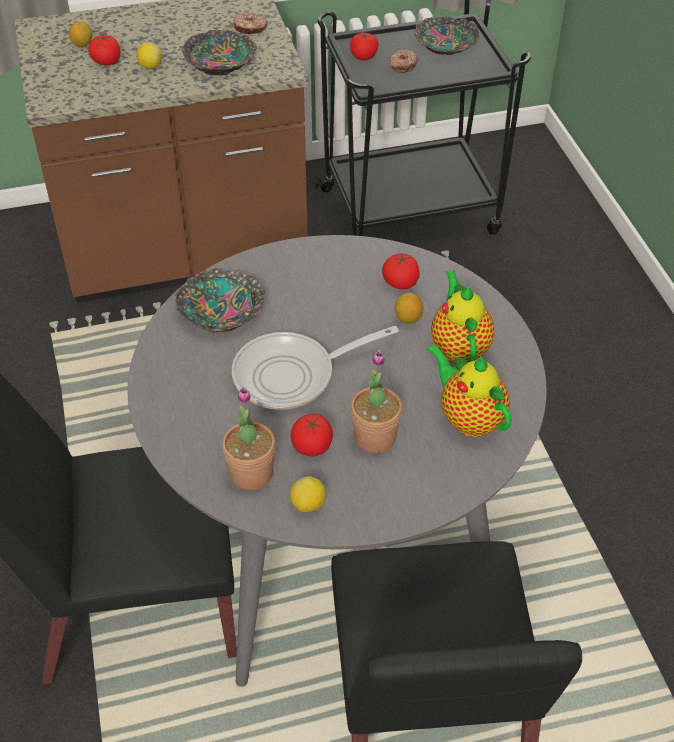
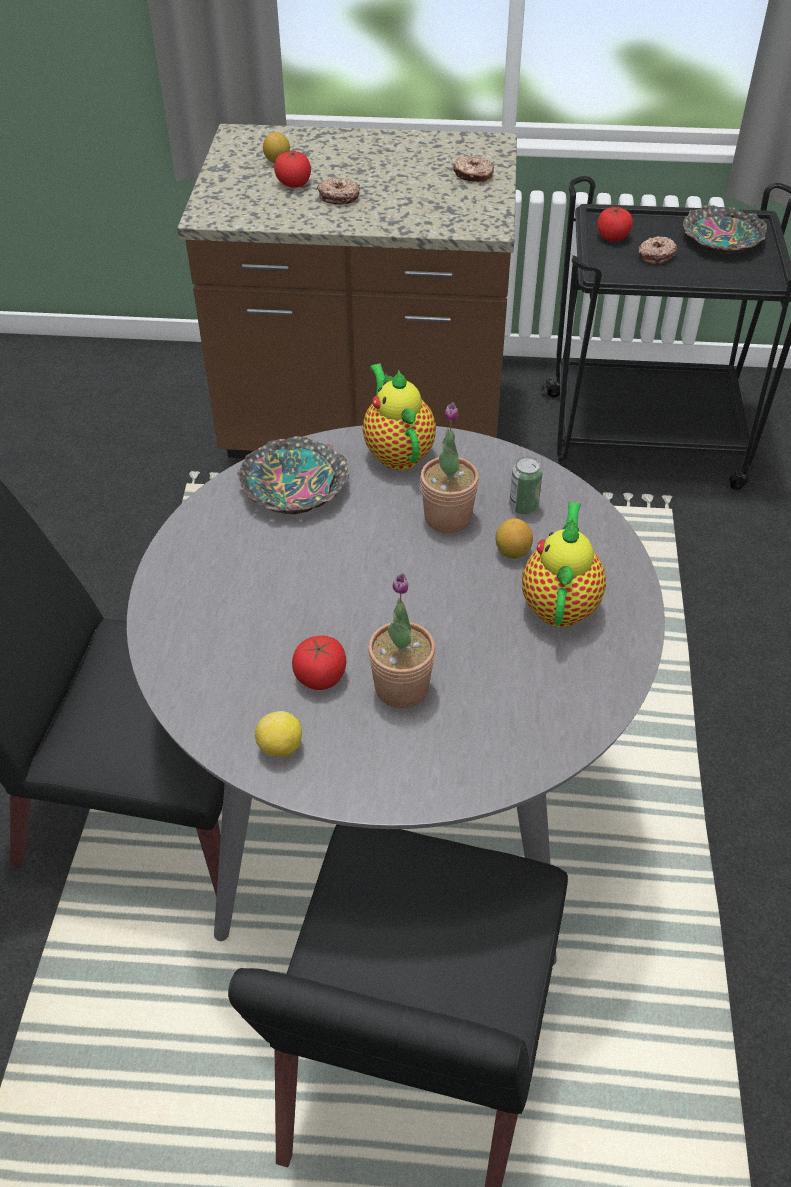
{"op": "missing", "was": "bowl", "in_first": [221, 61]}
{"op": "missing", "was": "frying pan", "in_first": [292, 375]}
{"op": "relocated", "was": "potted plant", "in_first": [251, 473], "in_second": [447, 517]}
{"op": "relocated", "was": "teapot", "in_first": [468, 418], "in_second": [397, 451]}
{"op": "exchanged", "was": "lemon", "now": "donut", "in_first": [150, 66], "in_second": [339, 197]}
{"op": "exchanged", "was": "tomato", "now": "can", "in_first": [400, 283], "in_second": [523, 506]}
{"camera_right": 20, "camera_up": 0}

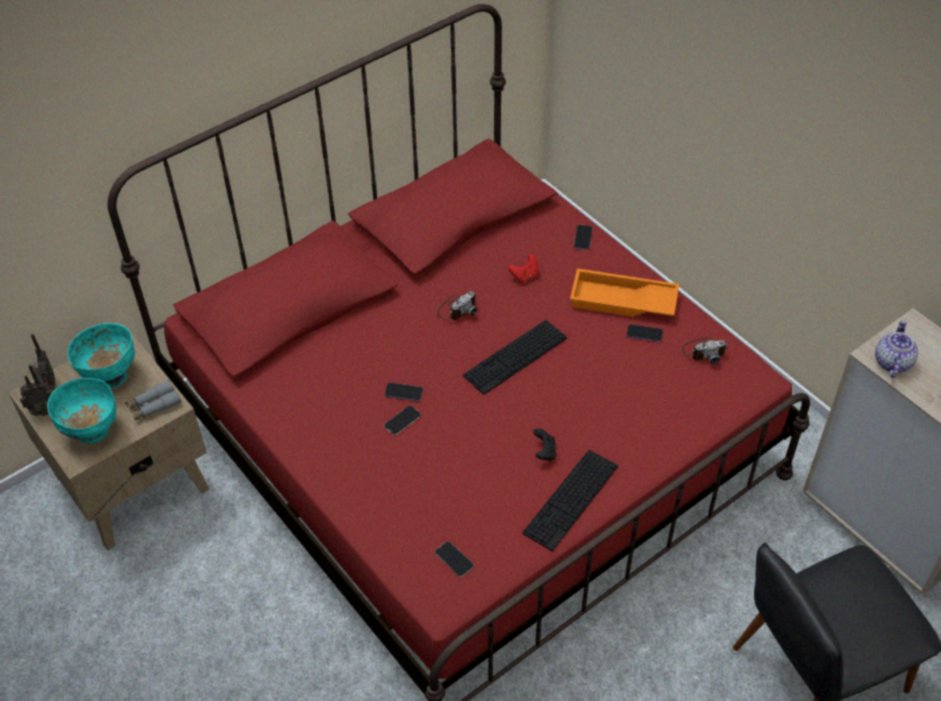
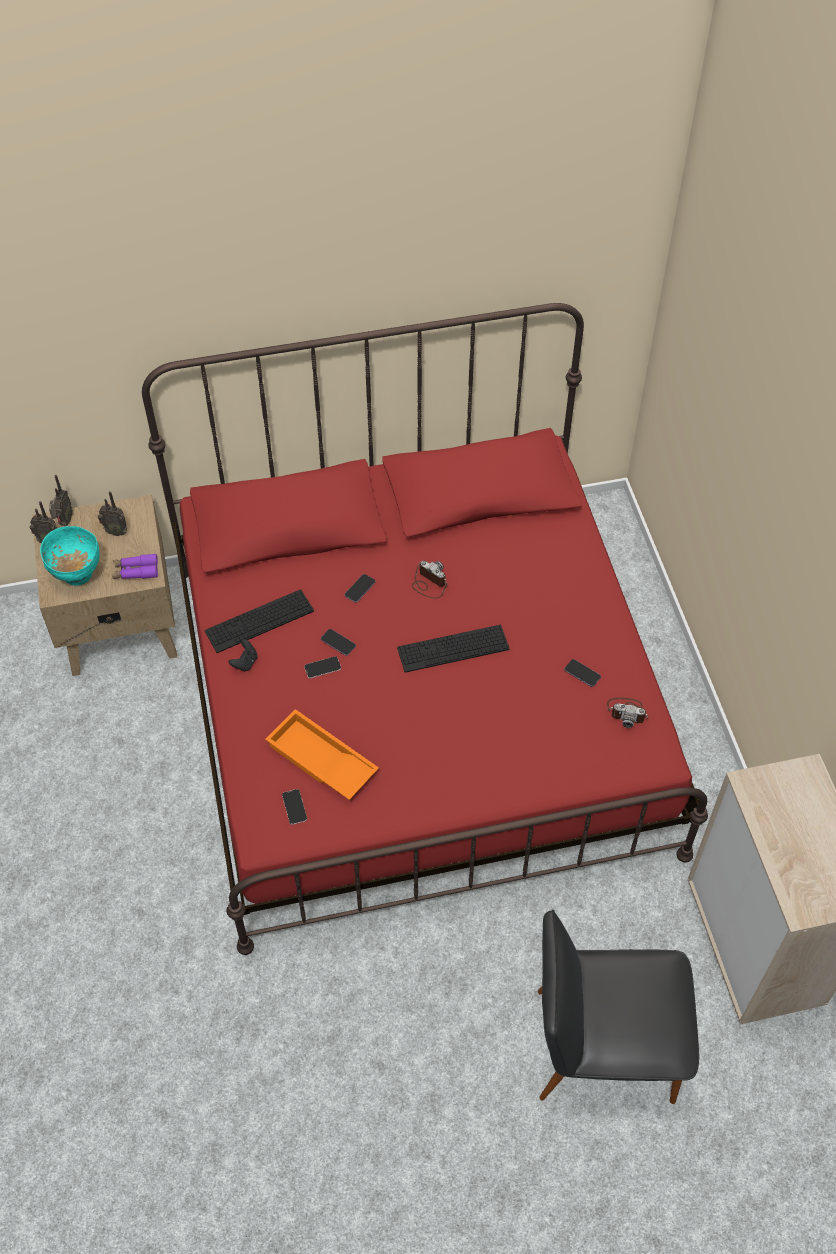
{"op": "missing", "was": "game controller/red", "in_first": [525, 276]}
{"op": "missing", "was": "teapot", "in_first": [892, 362]}
{"op": "relocated", "was": "keyboard", "in_first": [571, 499], "in_second": [259, 621]}
{"op": "relocated", "was": "game controller/black", "in_first": [544, 452], "in_second": [245, 662]}
{"op": "relocated", "was": "tray/orange", "in_first": [622, 302], "in_second": [320, 761]}
{"op": "relocated", "was": "phone", "in_first": [583, 238], "in_second": [360, 589]}
{"op": "exchanged", "was": "bowl/turquoise", "now": "radio", "in_first": [111, 376], "in_second": [116, 531]}
{"op": "colour", "was": "binoculars/grey", "now": "binoculars/purple", "in_first": [154, 405], "in_second": [135, 571]}
{"op": "spun", "was": "photo camera", "in_first": [457, 309], "in_second": [429, 583], "clockwise": -120}
{"camera_right": 25, "camera_up": 5}

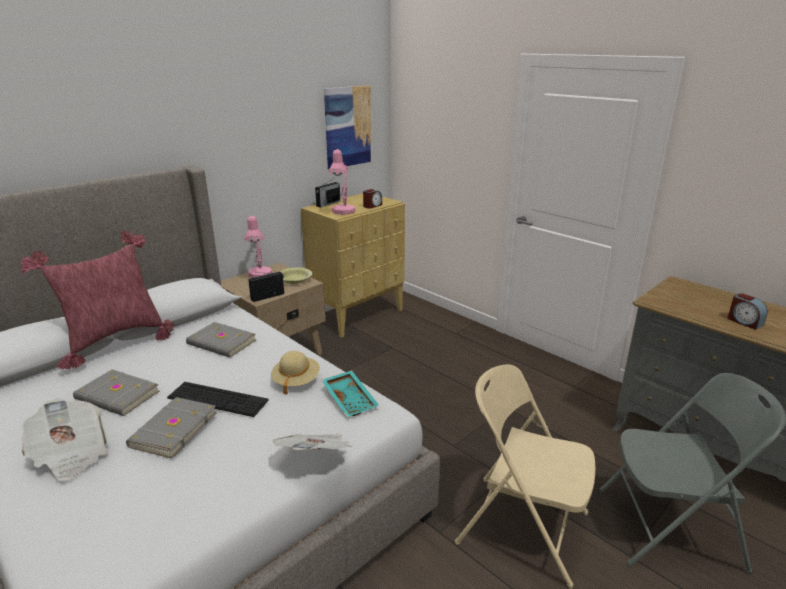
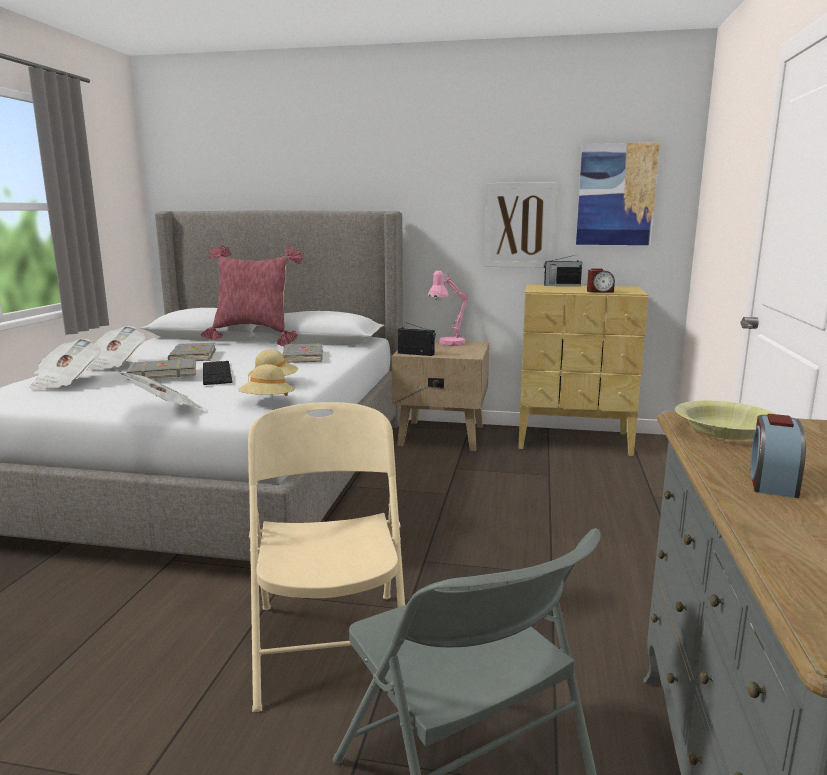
{"op": "missing", "was": "table lamp/pink", "in_first": [342, 212]}
{"op": "appeared", "now": "newspaper", "in_second": [66, 382]}
{"op": "appeared", "now": "picture", "in_second": [520, 225]}
{"op": "relocated", "was": "bowl/yellow", "in_first": [295, 280], "in_second": [725, 432]}
{"op": "exchanged", "was": "tray/turquoise", "now": "hat/beige", "in_first": [351, 399], "in_second": [267, 402]}
{"camera_right": 55, "camera_up": -10}

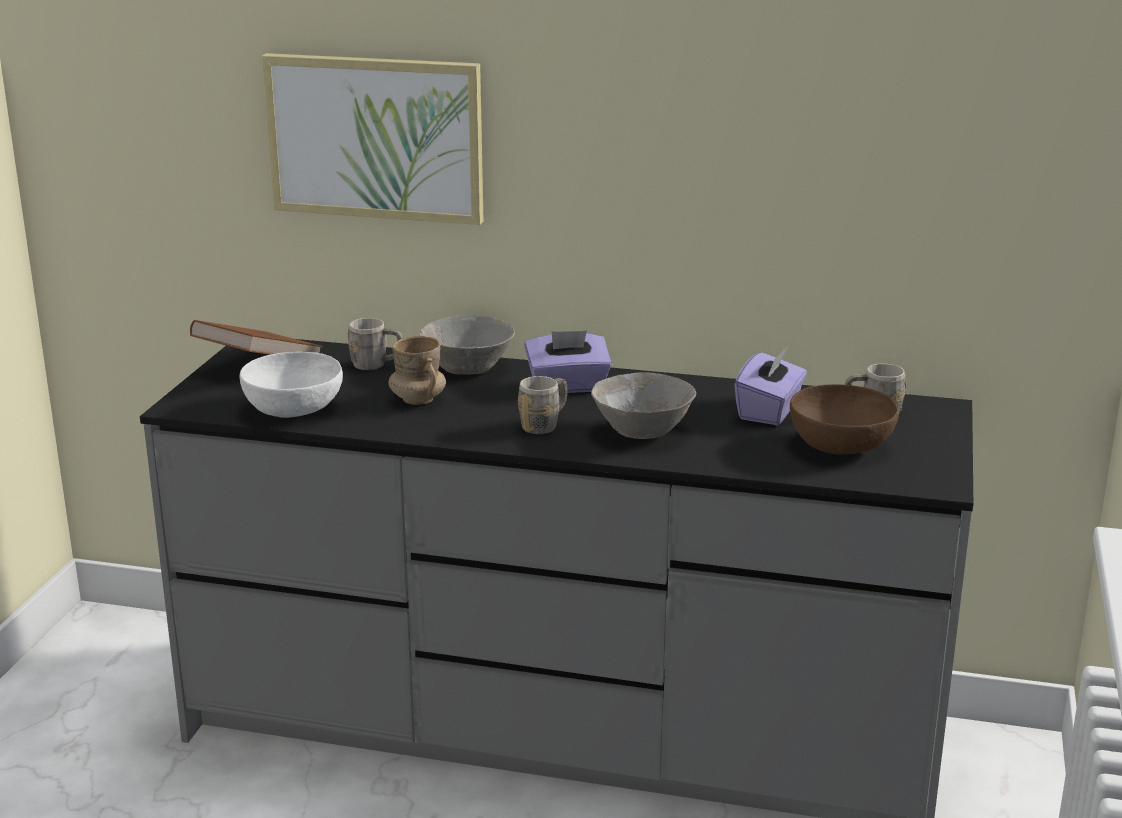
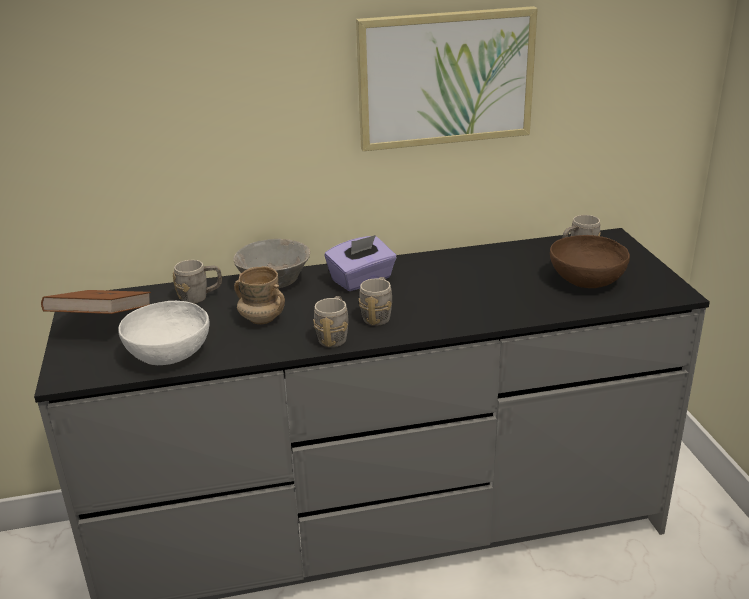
{"op": "missing", "was": "bowl/grey", "in_first": [641, 432]}
{"op": "missing", "was": "tissue box/purple", "in_first": [769, 411]}
{"op": "appeared", "now": "mug/grey", "in_second": [334, 336]}
{"op": "relocated", "was": "picture", "in_first": [375, 137], "in_second": [445, 78]}
{"camera_right": -25, "camera_up": 5}

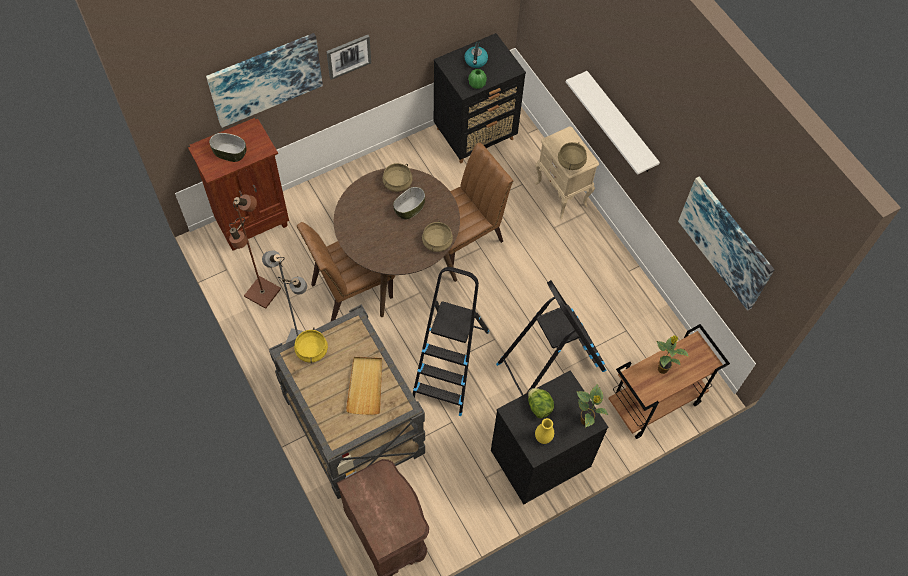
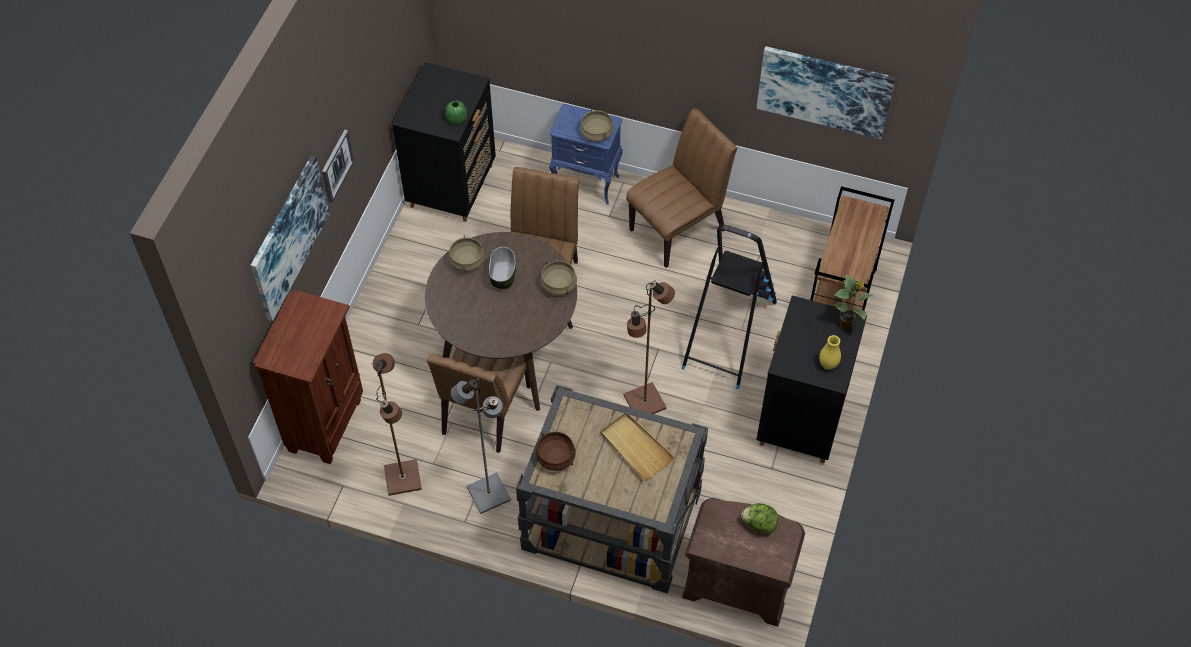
{"op": "missing", "was": "bowl", "in_first": [230, 153]}
{"op": "missing", "was": "kettle", "in_first": [476, 61]}
{"op": "missing", "was": "shelf/white", "in_first": [620, 124]}
{"op": "missing", "was": "potted plant", "in_first": [662, 368]}
{"op": "appeared", "now": "chair/brown", "in_second": [677, 231]}
{"op": "relocated", "was": "lettuce", "in_first": [539, 406], "in_second": [759, 524]}
{"op": "exchanged", "was": "step ladder/black", "now": "floor lamp/brown", "in_first": [450, 365], "in_second": [644, 402]}
{"op": "colour", "was": "cooking pot/yellow", "now": "cooking pot/brown", "in_first": [312, 350], "in_second": [556, 457]}
{"op": "colour", "was": "nightstand/beige", "now": "nightstand/blue", "in_first": [561, 195], "in_second": [586, 183]}
{"camera_right": -40, "camera_up": -5}

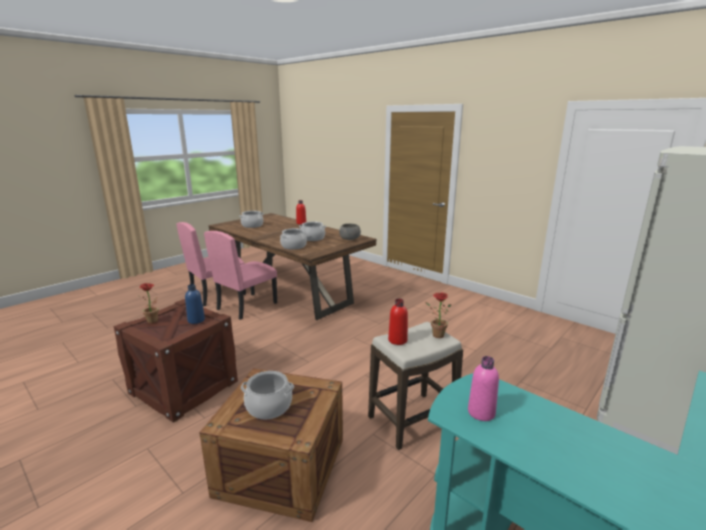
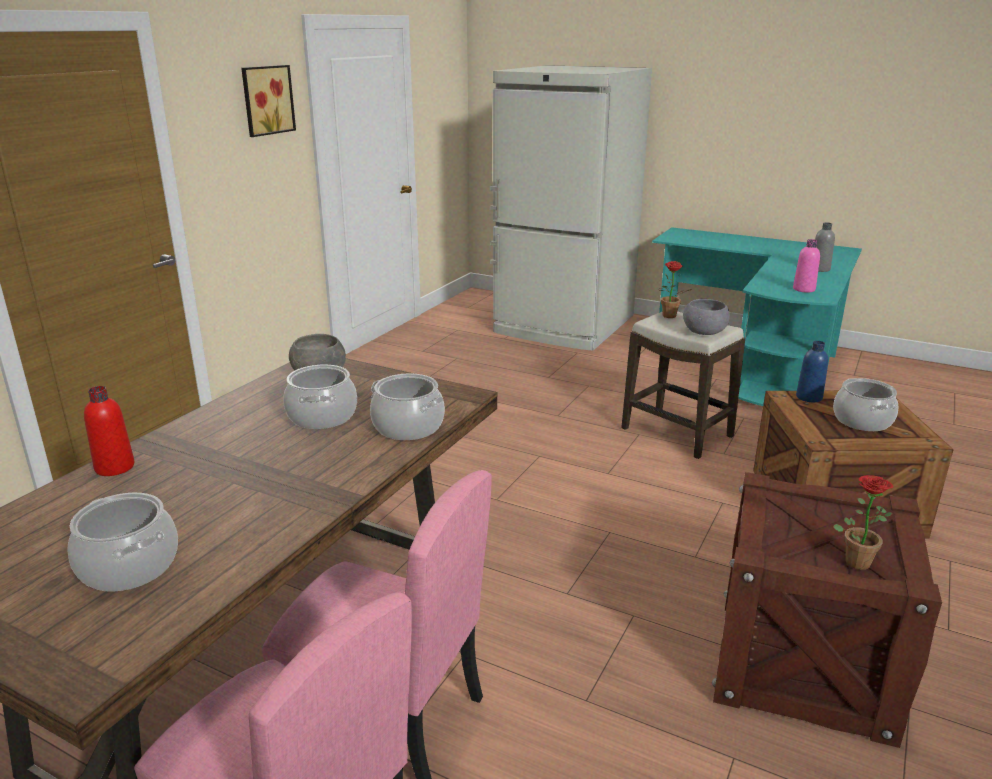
{"op": "appeared", "now": "picture", "in_second": [266, 100]}
{"op": "appeared", "now": "bottle/grey", "in_second": [819, 269]}
{"op": "relocated", "was": "bottle/blue", "in_first": [196, 320], "in_second": [809, 397]}
{"op": "exchanged", "was": "bottle/red", "now": "bowl/grey", "in_first": [397, 340], "in_second": [704, 332]}
{"camera_right": -105, "camera_up": 5}

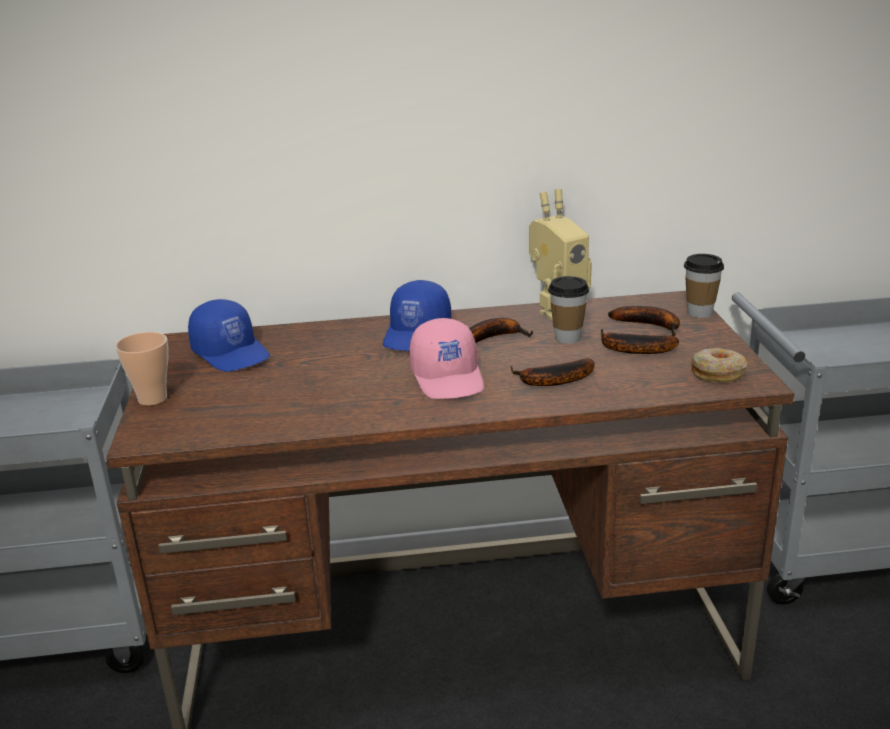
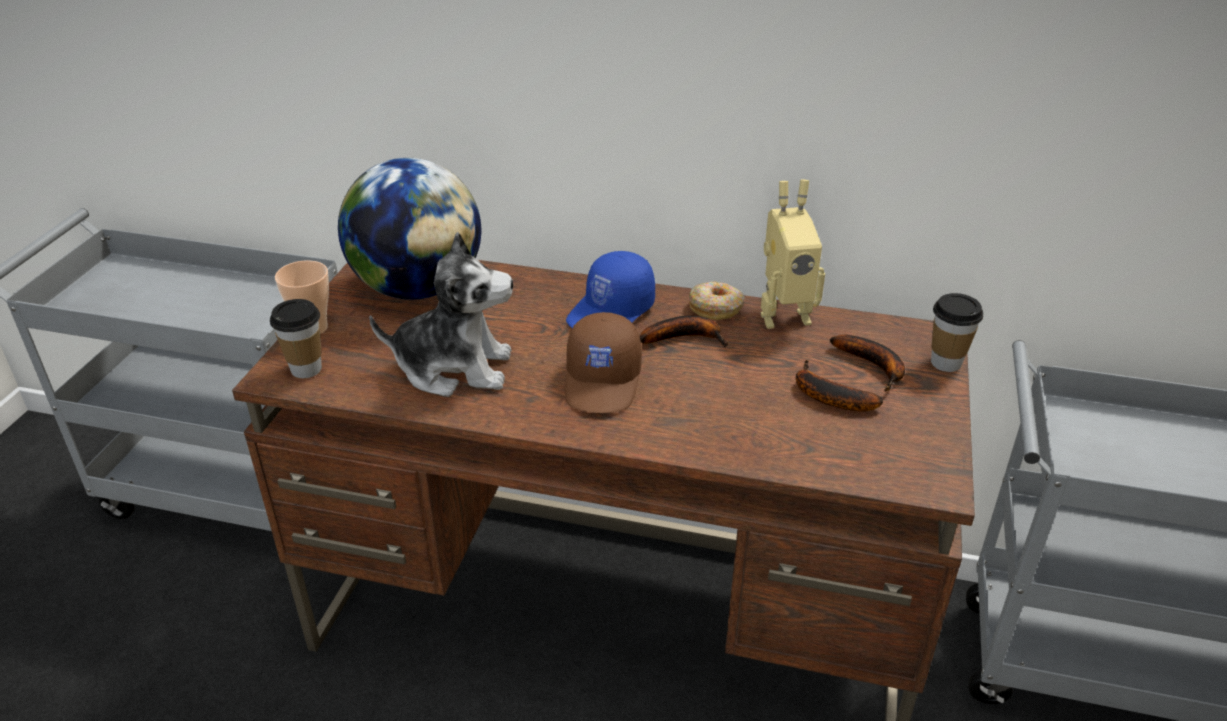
{"op": "missing", "was": "banana", "in_first": [552, 381]}
{"op": "appeared", "now": "plush toy", "in_second": [454, 368]}
{"op": "relocated", "was": "cup", "in_first": [567, 338], "in_second": [306, 369]}
{"op": "relocated", "was": "donut", "in_first": [718, 373], "in_second": [716, 308]}
{"op": "exchanged", "was": "cap/blue", "now": "globe", "in_first": [232, 353], "in_second": [418, 288]}
{"op": "colour", "was": "cap/pink", "now": "cap/brown", "in_first": [449, 378], "in_second": [604, 381]}
{"camera_right": 20, "camera_up": 10}

